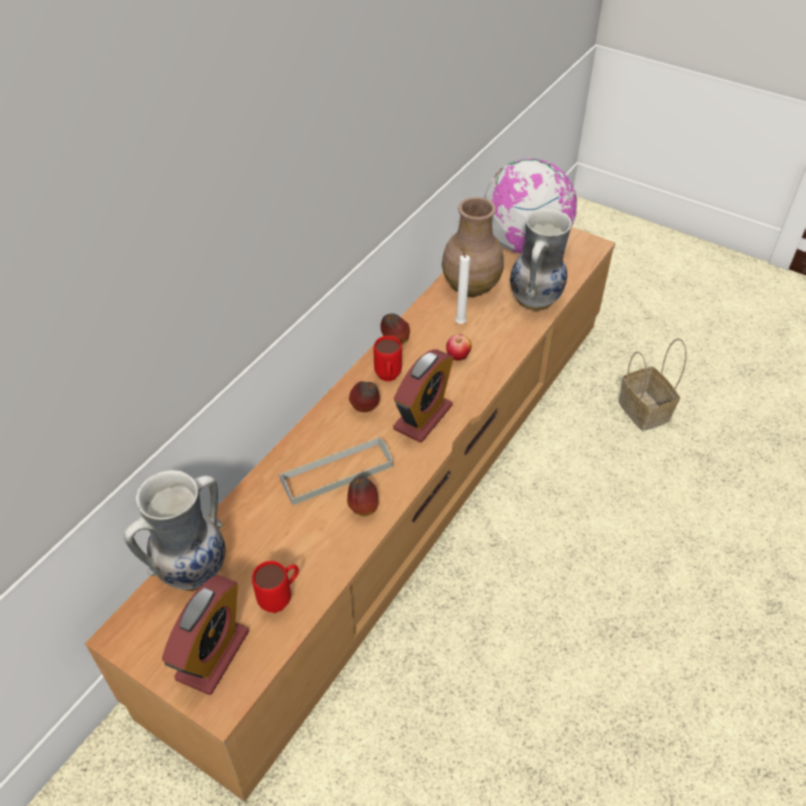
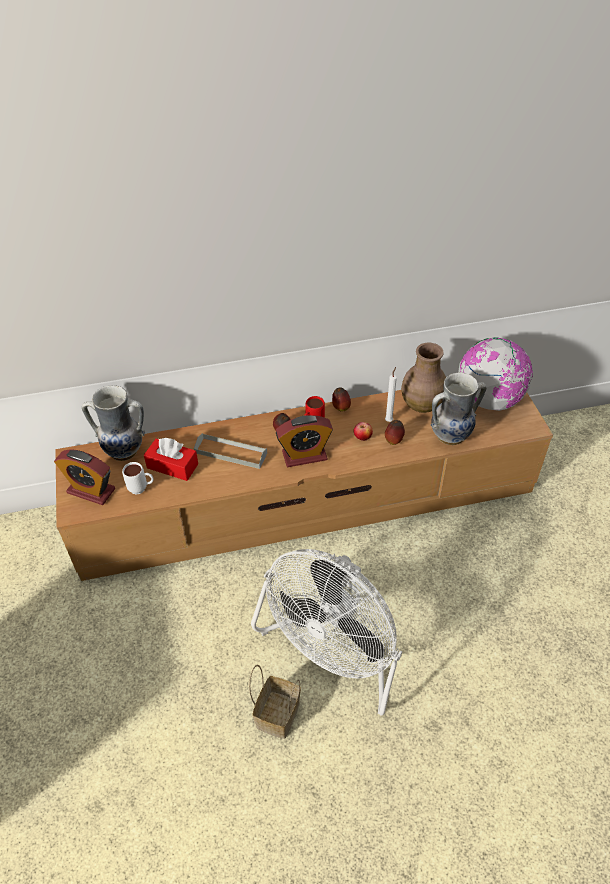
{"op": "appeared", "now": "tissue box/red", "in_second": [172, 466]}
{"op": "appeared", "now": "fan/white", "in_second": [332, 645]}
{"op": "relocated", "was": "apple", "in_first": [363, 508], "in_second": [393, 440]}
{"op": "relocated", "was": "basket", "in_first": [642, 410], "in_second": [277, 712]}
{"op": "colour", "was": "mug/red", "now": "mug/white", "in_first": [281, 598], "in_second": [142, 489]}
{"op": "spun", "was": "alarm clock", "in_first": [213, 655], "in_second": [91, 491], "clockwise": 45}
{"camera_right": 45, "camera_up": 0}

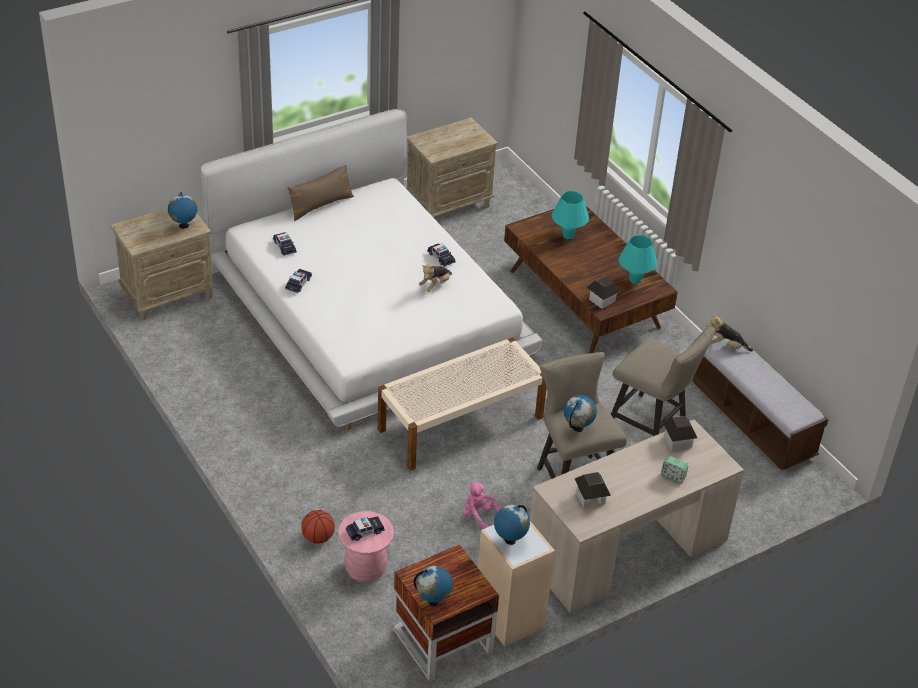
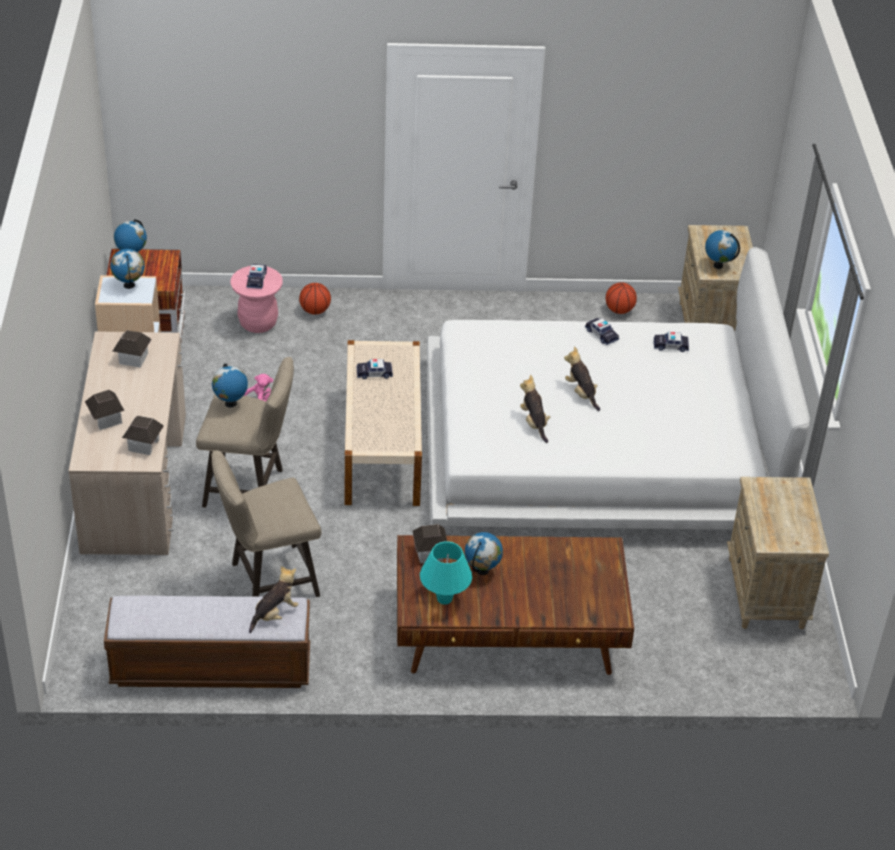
{"op": "missing", "was": "pillow/brown", "in_first": [320, 205]}
{"op": "missing", "was": "table lamp/turquoise", "in_first": [568, 235]}
{"op": "appeared", "now": "globe", "in_second": [482, 571]}
{"op": "appeared", "now": "plush toy", "in_second": [581, 393]}
{"op": "appeared", "now": "basketball", "in_second": [619, 310]}
{"op": "relocated", "was": "toy car", "in_first": [441, 258], "in_second": [374, 373]}
{"op": "exchanged", "was": "alarm clock", "now": "toy house", "in_first": [673, 477], "in_second": [106, 419]}
{"camera_right": 120, "camera_up": 0}

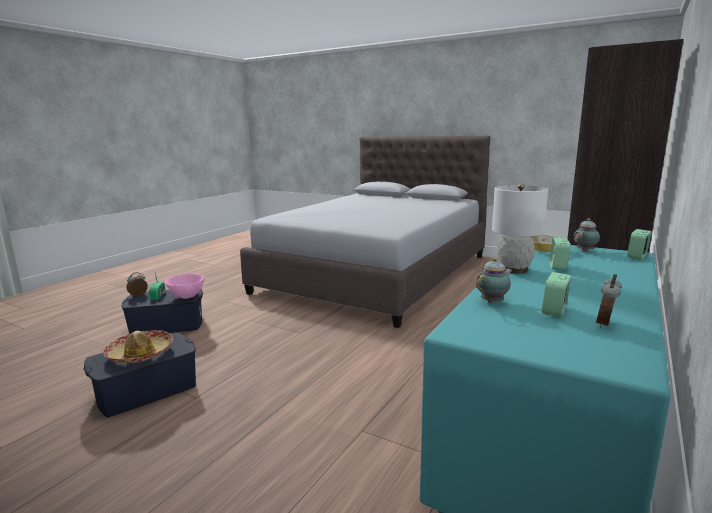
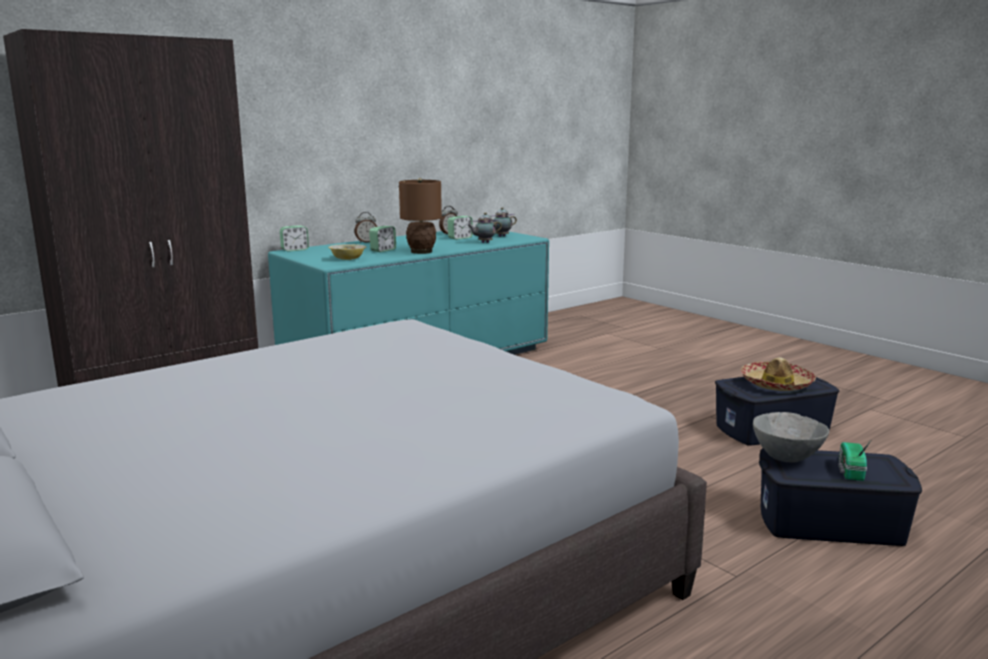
{"op": "relocated", "was": "alarm clock", "in_first": [138, 295], "in_second": [366, 242]}
{"op": "relocated", "was": "teapot", "in_first": [585, 250], "in_second": [501, 236]}
{"op": "colour", "was": "bowl/pink", "now": "bowl/grey", "in_first": [186, 296], "in_second": [786, 458]}
{"op": "colour", "was": "table lamp/white", "now": "table lamp/brown", "in_first": [514, 269], "in_second": [421, 252]}
{"camera_right": -160, "camera_up": 0}

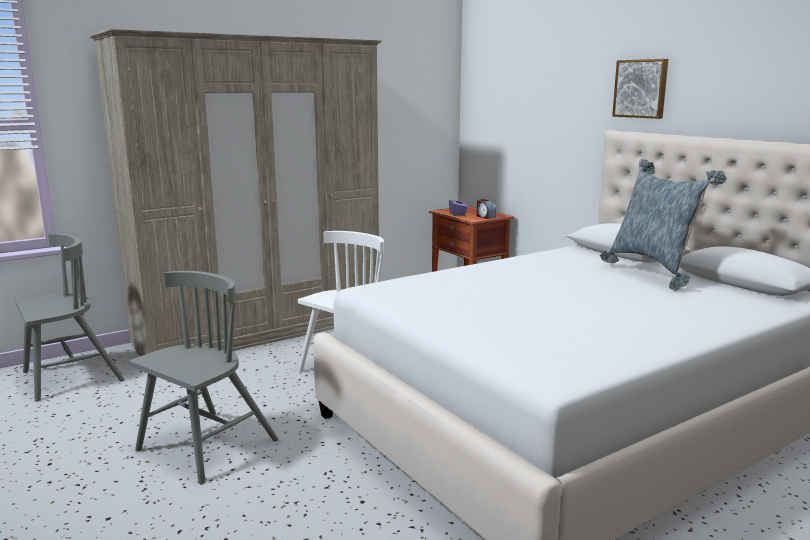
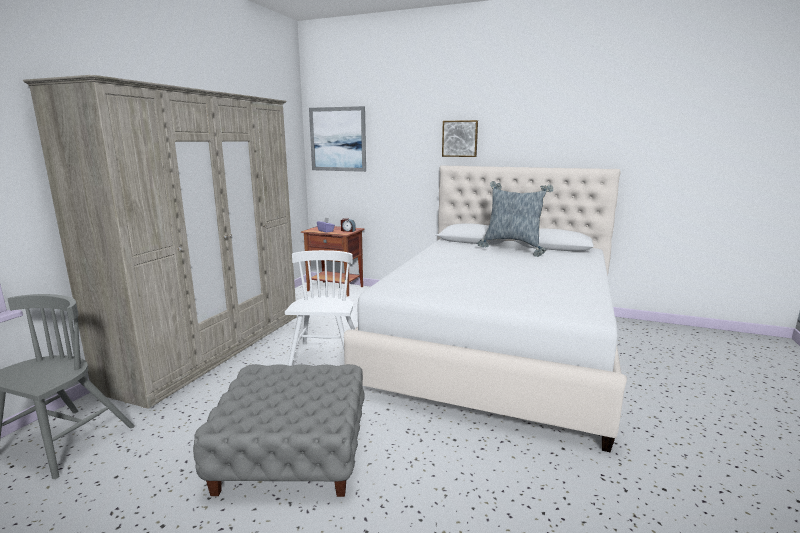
{"op": "appeared", "now": "picture", "in_second": [337, 139]}
{"op": "exchanged", "was": "chair/grey", "now": "ottoman/grey", "in_first": [201, 448], "in_second": [292, 452]}
{"camera_right": -35, "camera_up": 0}

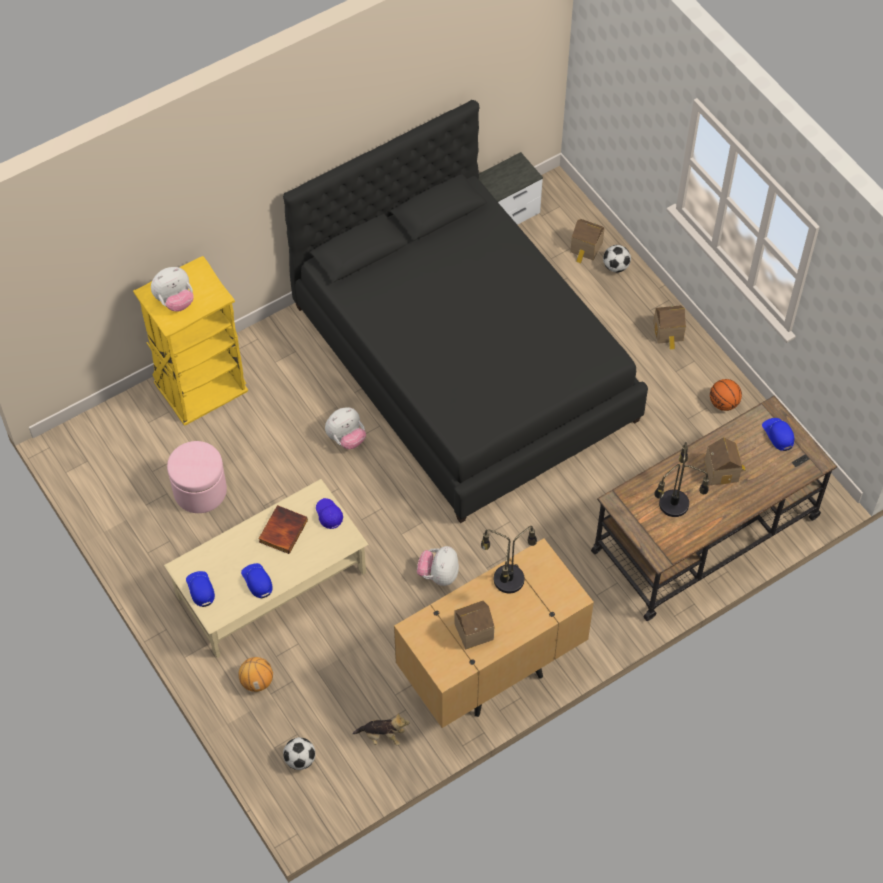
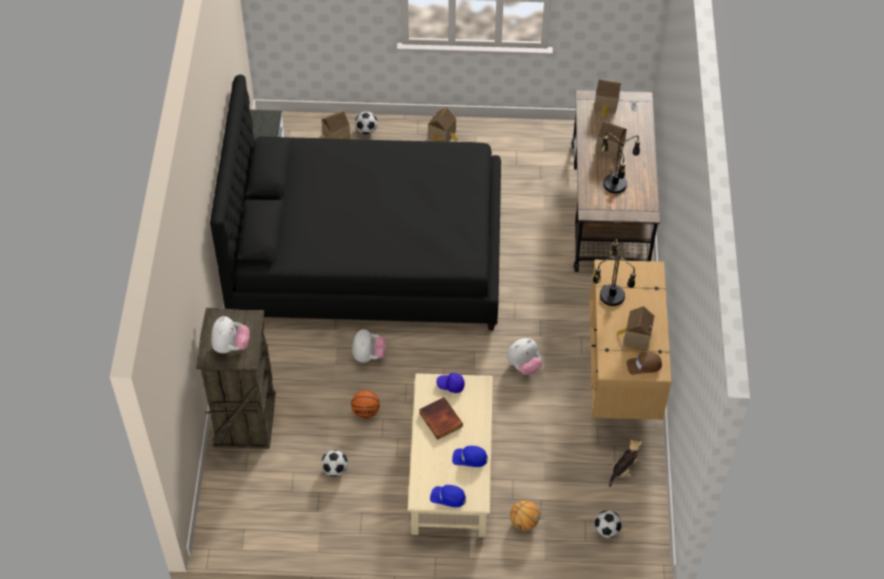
{"op": "appeared", "now": "cap/brown", "in_second": [644, 365]}
{"op": "relocated", "was": "basketball", "in_first": [723, 403], "in_second": [365, 411]}
{"op": "exchanged", "was": "ottoman/pink", "now": "football", "in_first": [200, 491], "in_second": [335, 469]}
{"op": "exchanged", "was": "cap/blue", "now": "toy house", "in_first": [778, 435], "in_second": [606, 105]}
{"op": "colour", "was": "bookcase/yellow", "now": "bookcase/brown", "in_first": [201, 386], "in_second": [245, 418]}
{"op": "spun", "was": "plush toy", "in_first": [438, 574], "in_second": [524, 365], "clockwise": -75}
{"camera_right": -55, "camera_up": -5}

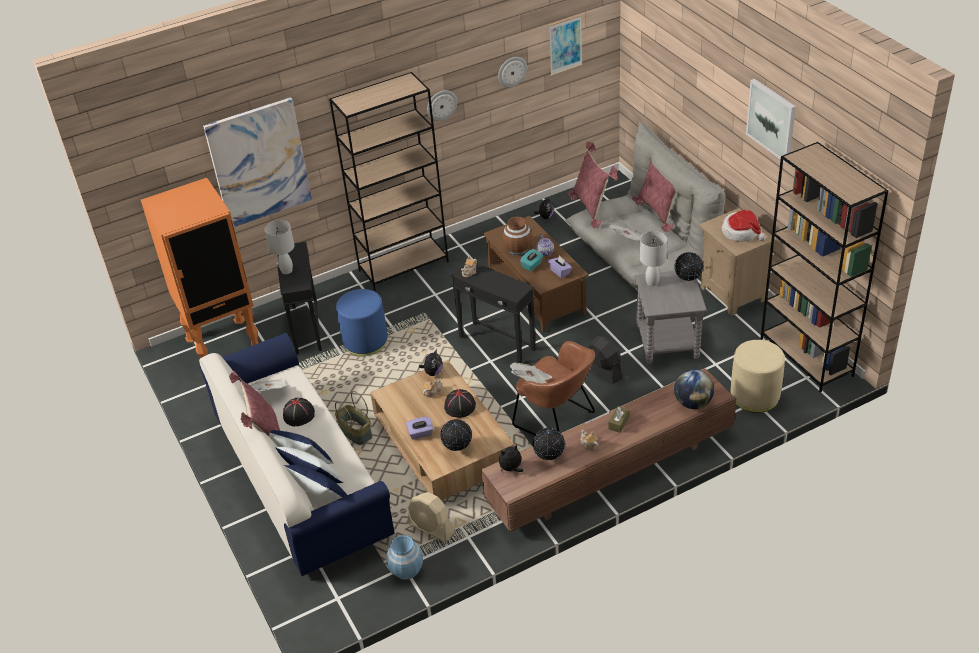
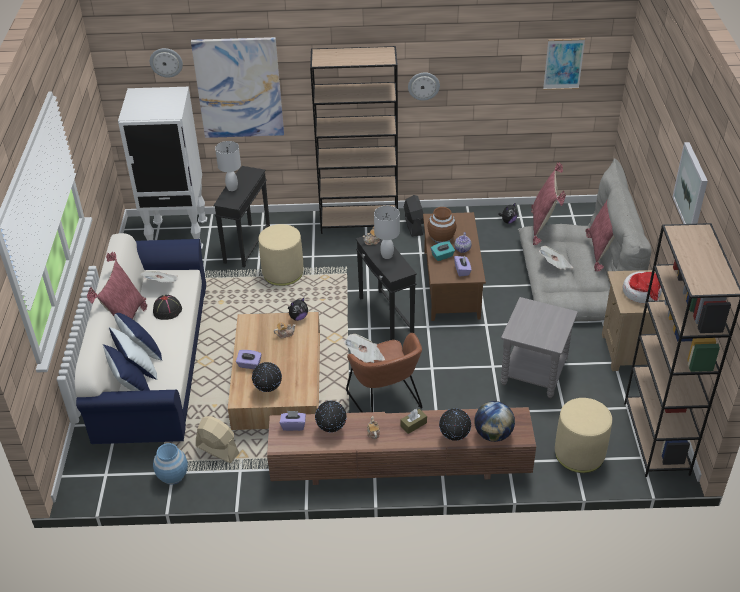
{"op": "missing", "was": "basket", "in_first": [354, 432]}
{"op": "missing", "was": "hat/black", "in_first": [460, 406]}
{"op": "relocated", "was": "wall clock", "in_first": [512, 71], "in_second": [166, 62]}
{"op": "relocated", "was": "fan/black", "in_first": [603, 371], "in_second": [414, 226]}
{"op": "relocated", "was": "table lamp/white", "in_first": [652, 283], "in_second": [387, 256]}
{"op": "relocated", "was": "globe", "in_first": [688, 280], "in_second": [454, 438]}
{"op": "exchanged", "was": "plush toy", "now": "tissue box/purple", "in_first": [511, 469], "in_second": [293, 425]}
{"op": "colour", "was": "cabinet/orange", "now": "cabinet/white", "in_first": [224, 344], "in_second": [178, 234]}
{"op": "colour", "was": "ottoman/blue", "now": "ottoman/beige", "in_first": [365, 341], "in_second": [283, 273]}
{"op": "spun", "was": "fan/beige", "in_first": [431, 528], "in_second": [217, 450], "clockwise": 150}
{"camera_right": 25, "camera_up": 0}

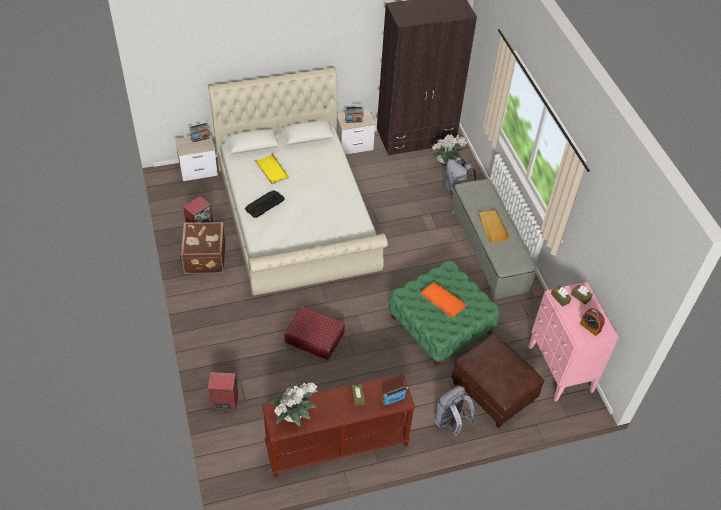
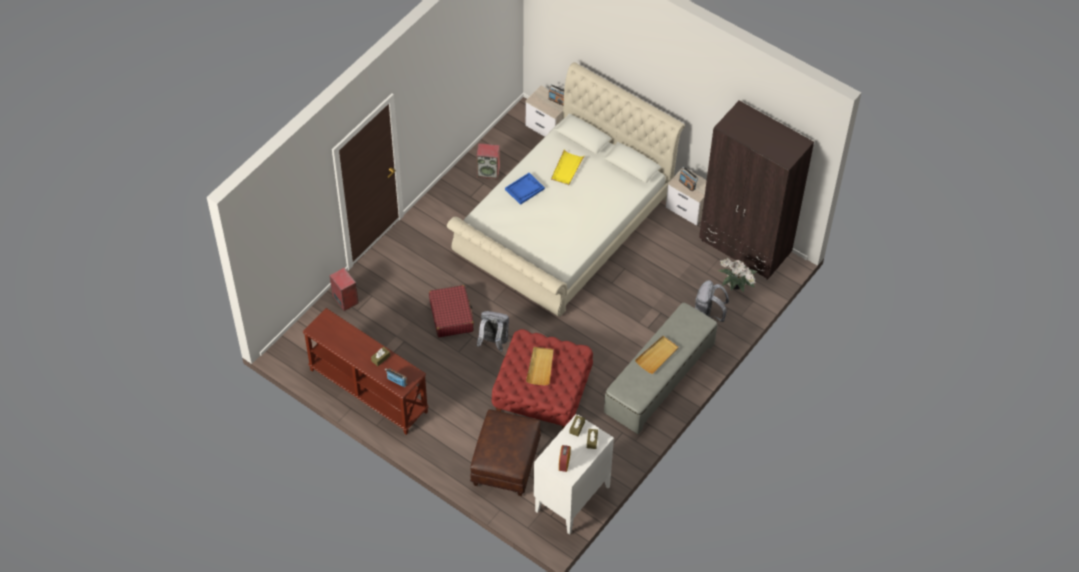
{"op": "missing", "was": "suitcase/brown", "in_first": [204, 258]}
{"op": "missing", "was": "potted plant", "in_first": [294, 416]}
{"op": "relocated", "was": "backpack/grey", "in_first": [450, 423], "in_second": [493, 342]}
{"op": "exchanged", "was": "keyboard", "now": "tray/blue", "in_first": [264, 204], "in_second": [524, 189]}
{"op": "colour", "was": "ottoman/green", "now": "ottoman/red", "in_first": [440, 324], "in_second": [542, 391]}
{"op": "colour", "was": "tray/orange", "now": "tray/beige", "in_first": [442, 300], "in_second": [540, 367]}
{"op": "colour", "was": "dresser/pink", "now": "dresser/white", "in_first": [559, 369], "in_second": [571, 498]}
{"camera_right": 55, "camera_up": 5}

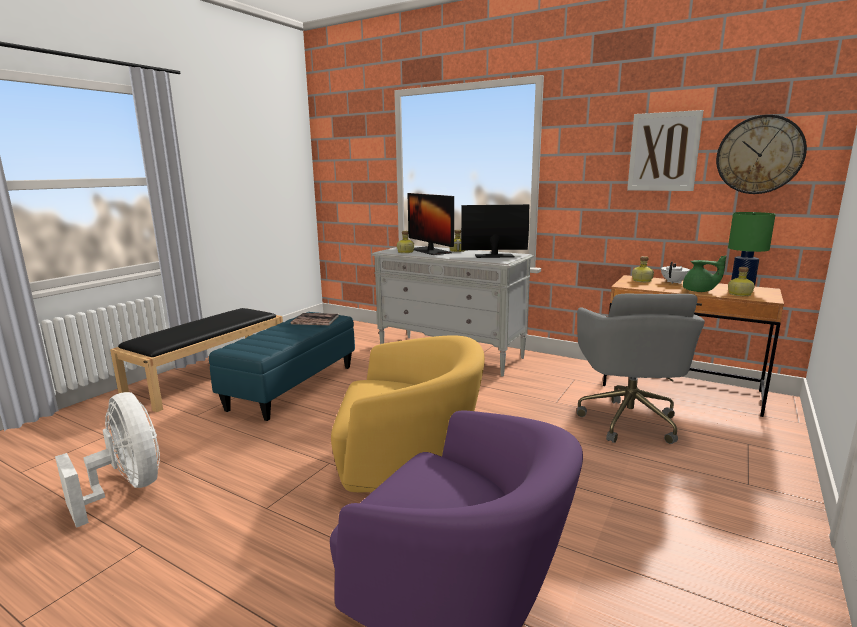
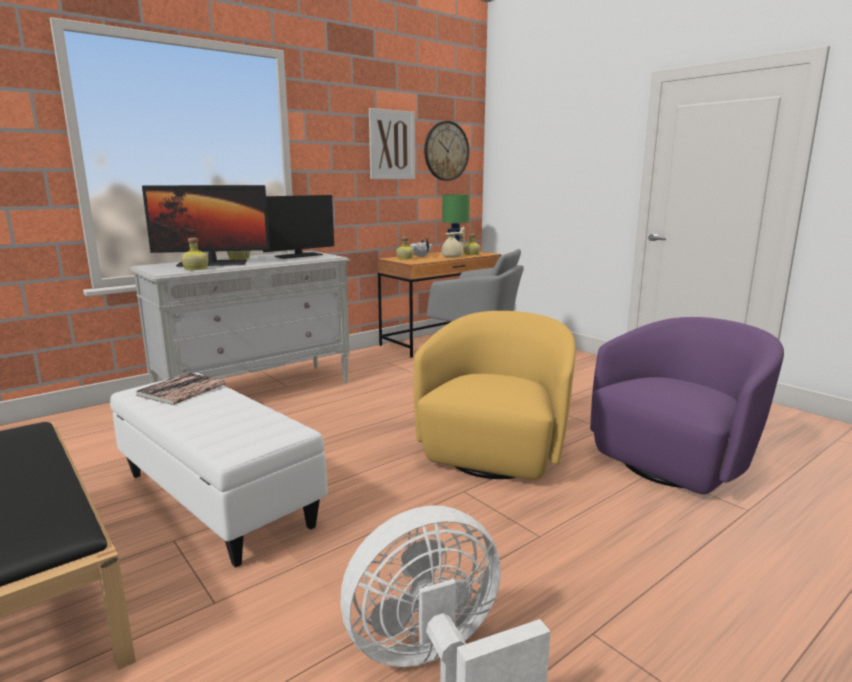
{"op": "colour", "was": "ottoman/blue", "now": "ottoman/white", "in_first": [292, 387], "in_second": [215, 500]}
{"op": "colour", "was": "teapot/green", "now": "teapot/beige", "in_first": [699, 291], "in_second": [453, 257]}
{"op": "spun", "was": "monitor", "in_first": [494, 256], "in_second": [298, 255], "clockwise": -150}
{"camera_right": -70, "camera_up": 0}

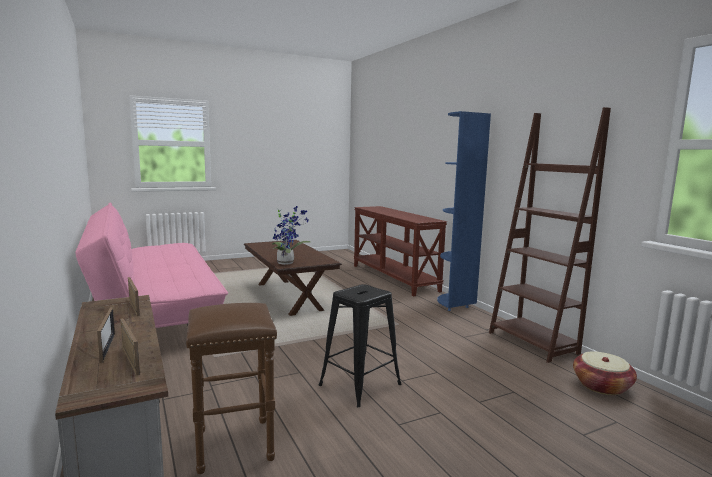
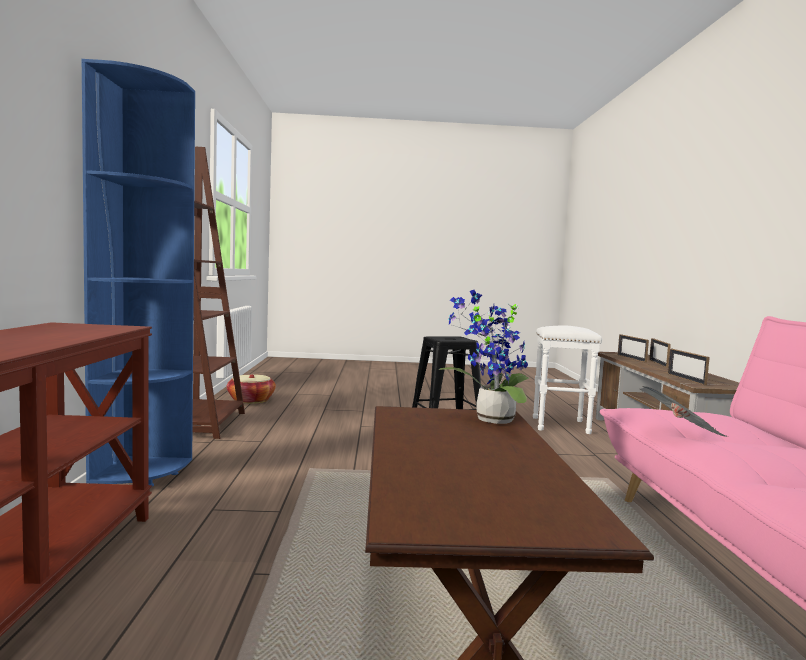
{"op": "appeared", "now": "newspaper", "in_second": [681, 433]}
{"op": "colour", "was": "stool/brown", "now": "stool/white", "in_first": [232, 446], "in_second": [561, 425]}
{"camera_right": -155, "camera_up": -5}

